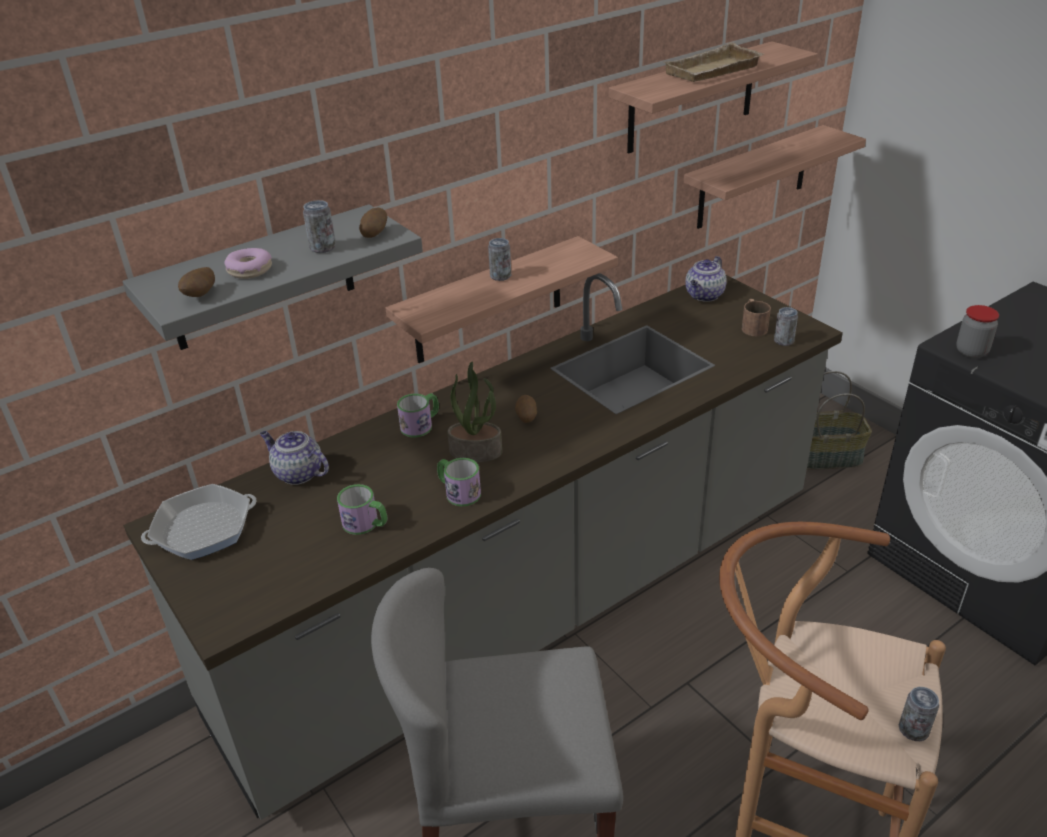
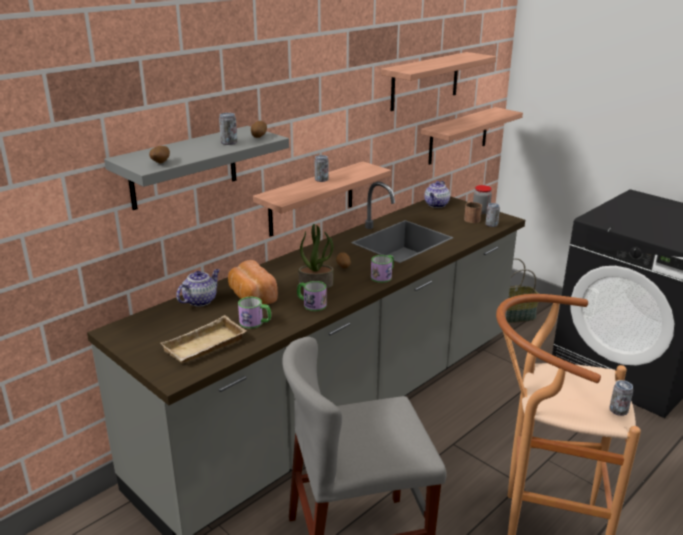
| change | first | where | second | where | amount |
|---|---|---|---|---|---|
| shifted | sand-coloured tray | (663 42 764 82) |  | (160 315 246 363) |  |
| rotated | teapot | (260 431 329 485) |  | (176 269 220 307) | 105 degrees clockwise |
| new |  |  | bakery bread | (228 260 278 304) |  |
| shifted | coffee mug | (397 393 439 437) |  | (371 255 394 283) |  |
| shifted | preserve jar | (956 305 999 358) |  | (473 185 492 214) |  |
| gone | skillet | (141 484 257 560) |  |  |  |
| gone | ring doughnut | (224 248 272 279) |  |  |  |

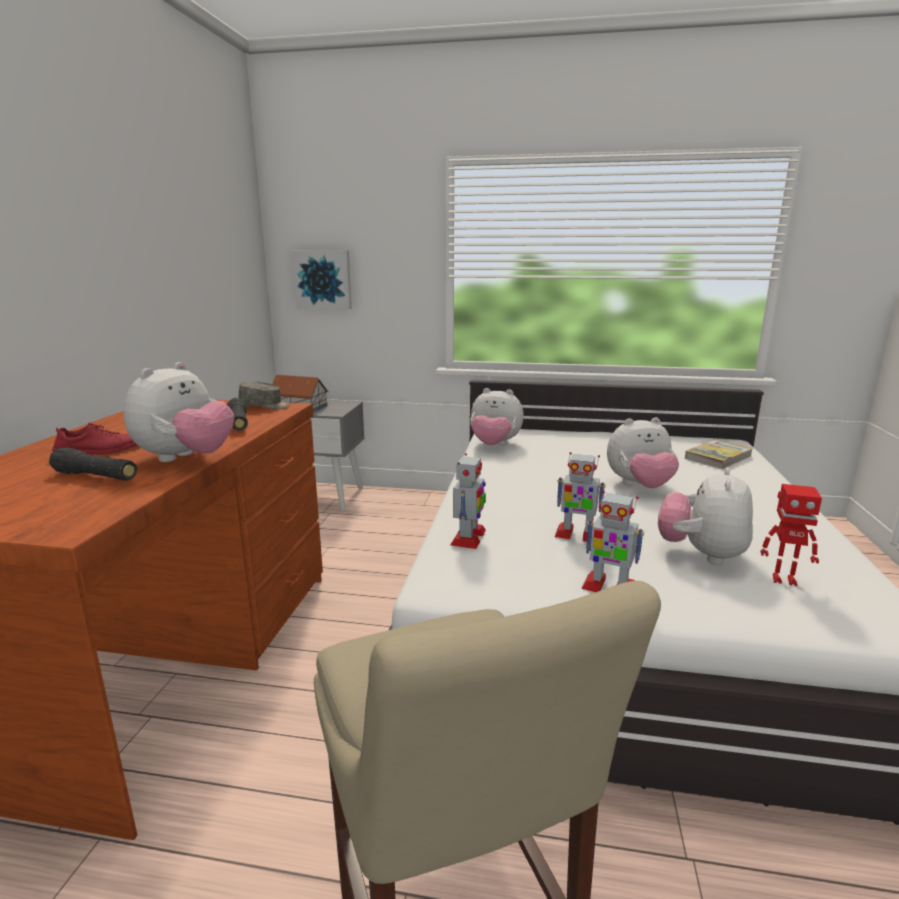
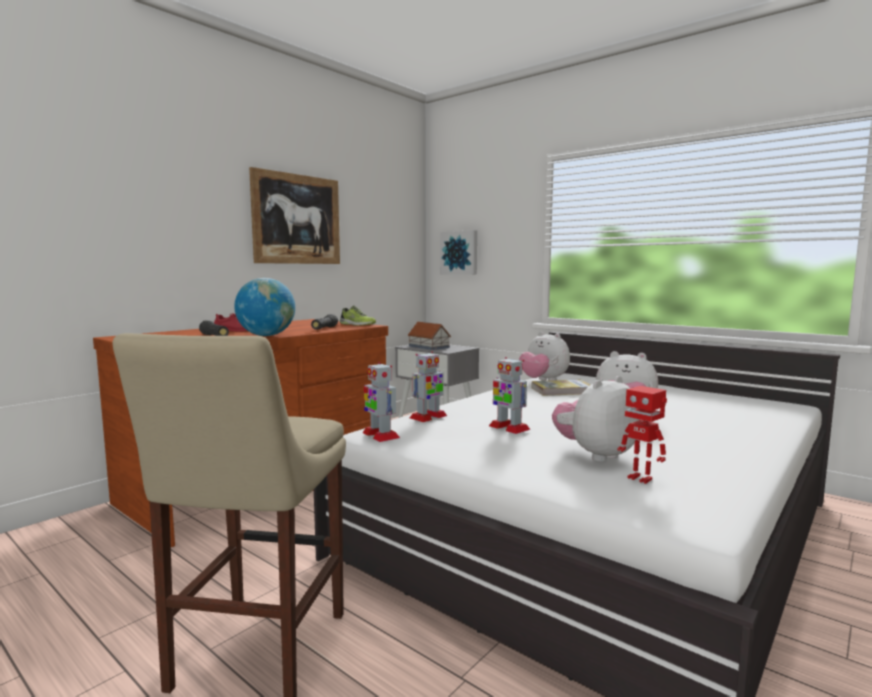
| change | first | where | second | where | amount |
|---|---|---|---|---|---|
| swapped | soft toy | (123 362 234 462) | desk globe | (234 278 295 336) |  |
| new |  |  | picture | (249 167 340 264) |  |
| swapped | grey baseball cap | (238 381 291 410) | shoe | (340 305 376 326) |  |
| shifted | robot figure | (581 491 644 592) |  | (362 362 400 442) |  |
| shifted | volume | (685 440 753 469) |  | (532 380 591 396) |  |

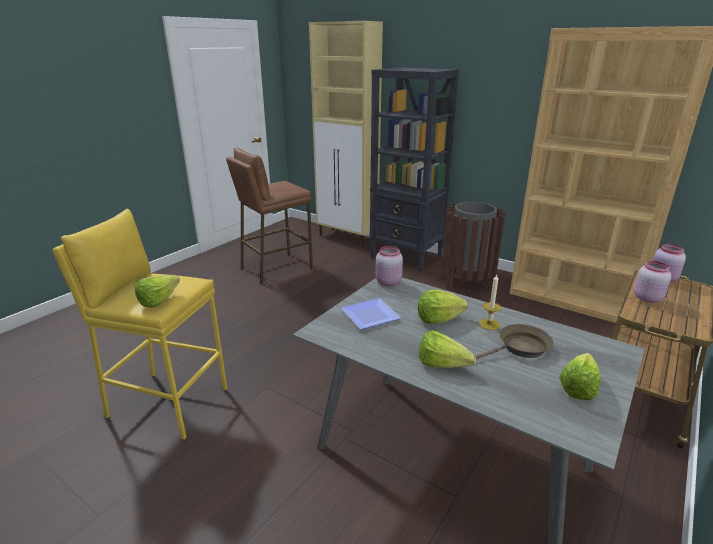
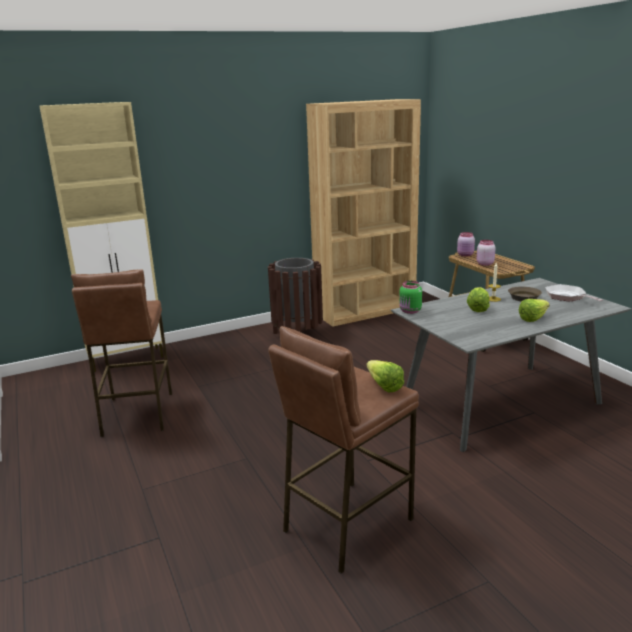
| change | first | where | second | where | amount |
|---|---|---|---|---|---|
| repainted | yellow sitting stool | (52 209 228 440) | brownish sitting stool | (268 326 419 574) |  |
| repainted | pinkish preserve jar | (375 246 403 286) | greenish preserve jar | (399 281 422 314) |  |
| swapped | lettuce | (559 353 600 400) | skillet | (545 284 603 302) |  |
| gone | plate | (341 298 401 330) |  |  |  |
| gone | black-coloured bookcase | (369 68 459 272) |  |  |  |

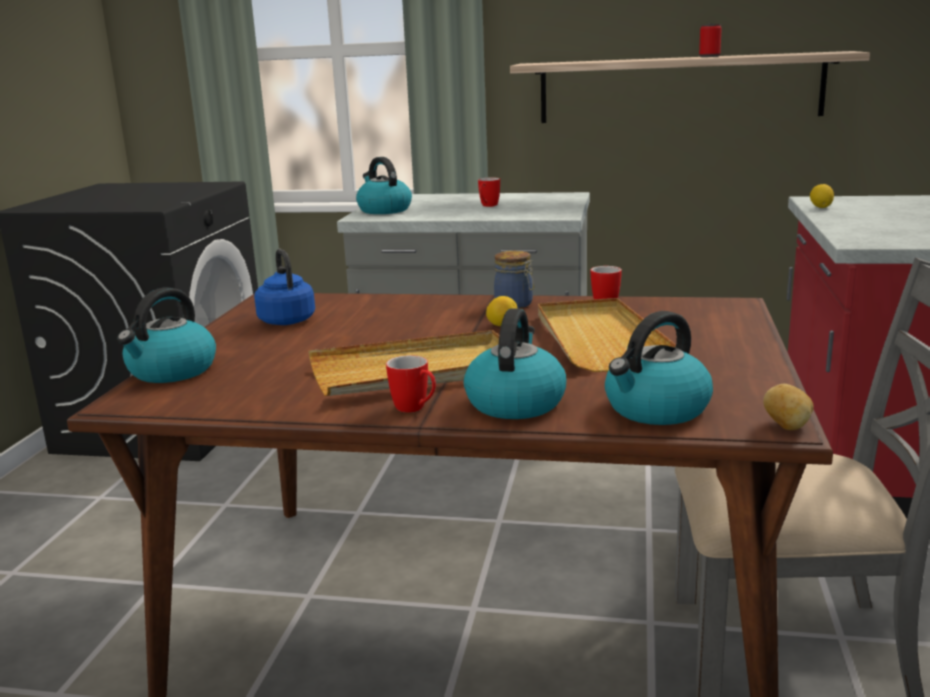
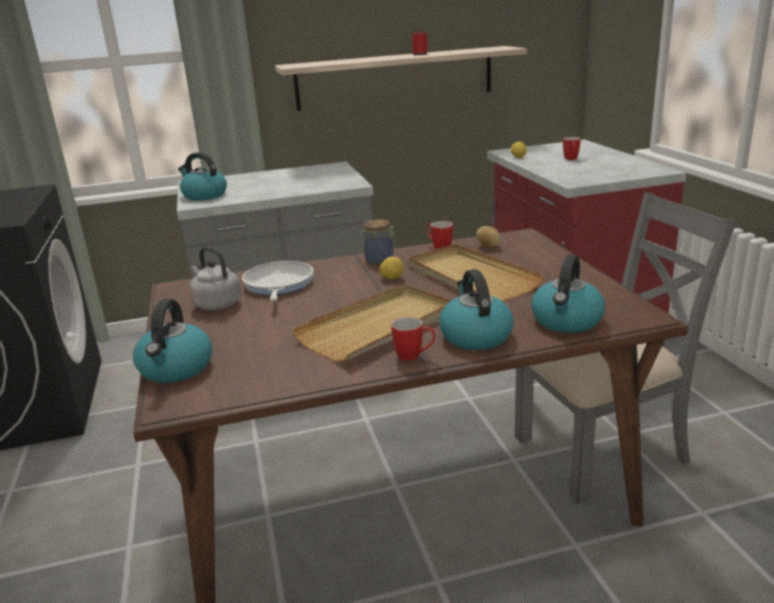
| change | first | where | second | where | amount |
|---|---|---|---|---|---|
| repainted | bluish kettle | (254 249 315 325) | grey kettle | (190 247 241 310) |  |
| new |  |  | skillet | (242 261 314 301) |  |
| shifted | whole potato | (763 384 814 430) |  | (476 226 500 248) |  |
| shifted | coffee mug | (478 177 500 207) |  | (563 137 581 160) |  |

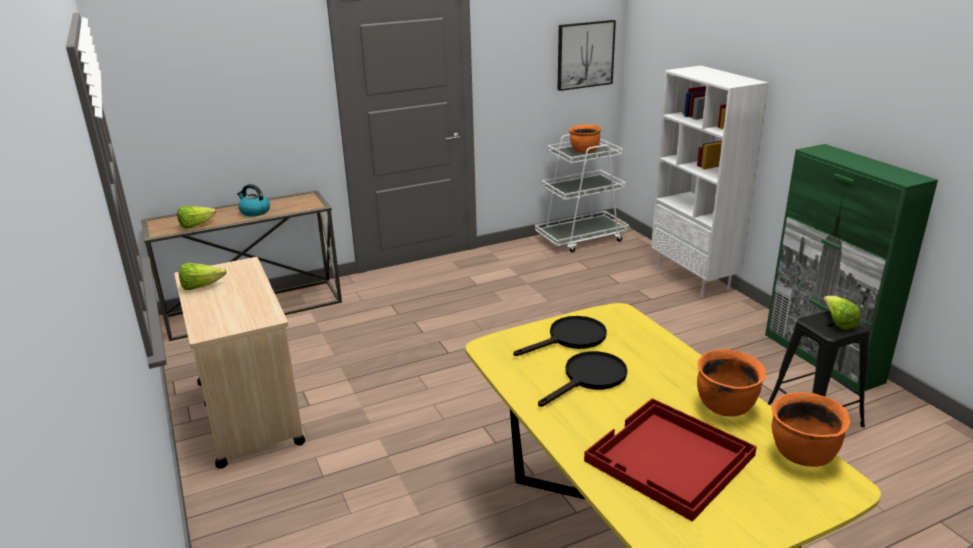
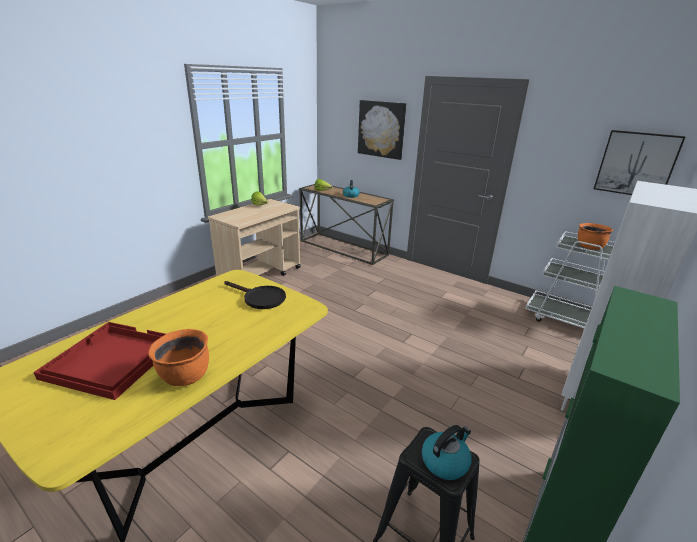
| change | first | where | second | where | amount |
|---|---|---|---|---|---|
| new |  |  | picture | (358 100 406 160) |  |
| swapped | lettuce | (823 296 861 330) | kettle | (422 425 471 480) |  |
| gone | black-coloured skillet | (538 351 627 407) |  |  |  |
| gone | orange stockpot | (772 392 850 467) |  |  |  |

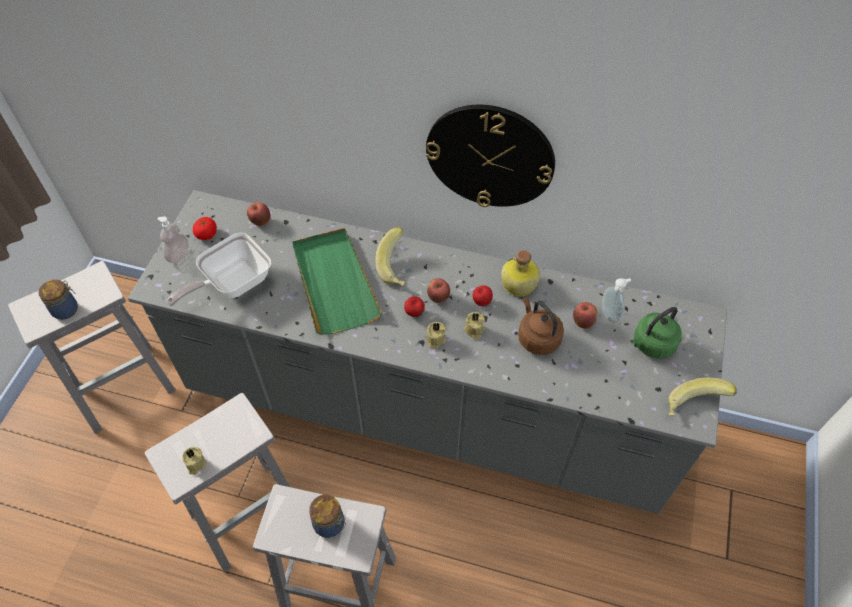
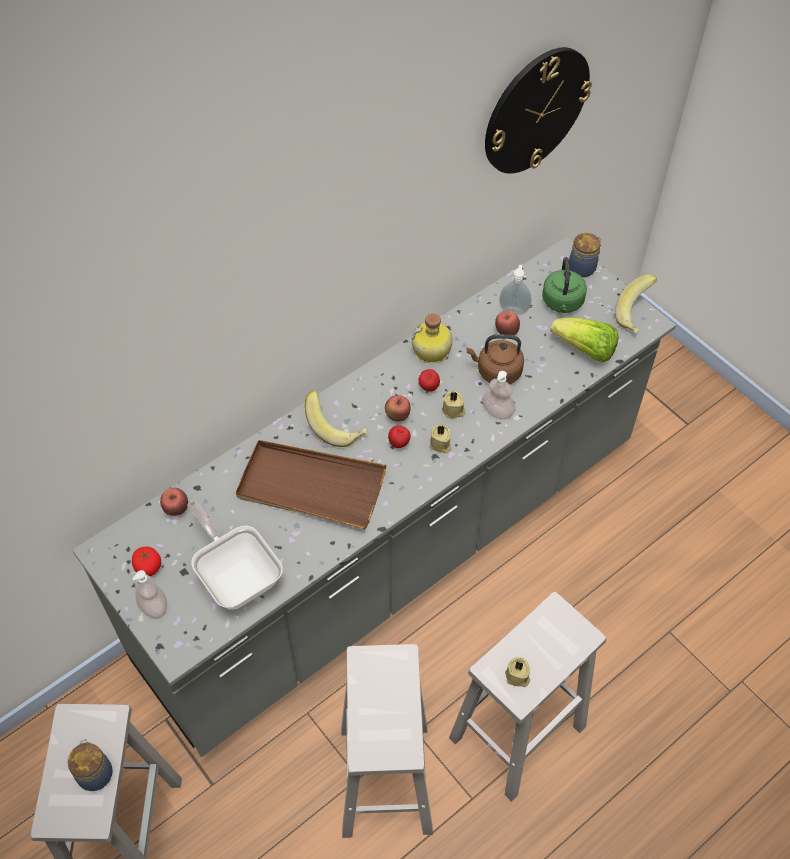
| change | first | where | second | where | amount |
|---|---|---|---|---|---|
| rotated | skillet | (166 233 271 306) |  | (187 500 283 610) | 150 degrees clockwise |
| repainted | greenish tray | (292 228 382 335) | brownish tray | (236 440 386 529) |  |
| new |  |  | soap dispenser | (482 371 515 420) |  |
| shifted | wall clock | (426 105 555 207) |  | (485 47 592 174) |  |
| shifted | sand-coloured wax light | (182 447 206 475) |  | (505 657 530 687) |  |
| new |  |  | lettuce | (550 318 618 362) |  |
| shifted | preserve jar | (309 495 346 538) |  | (569 233 602 277) |  |

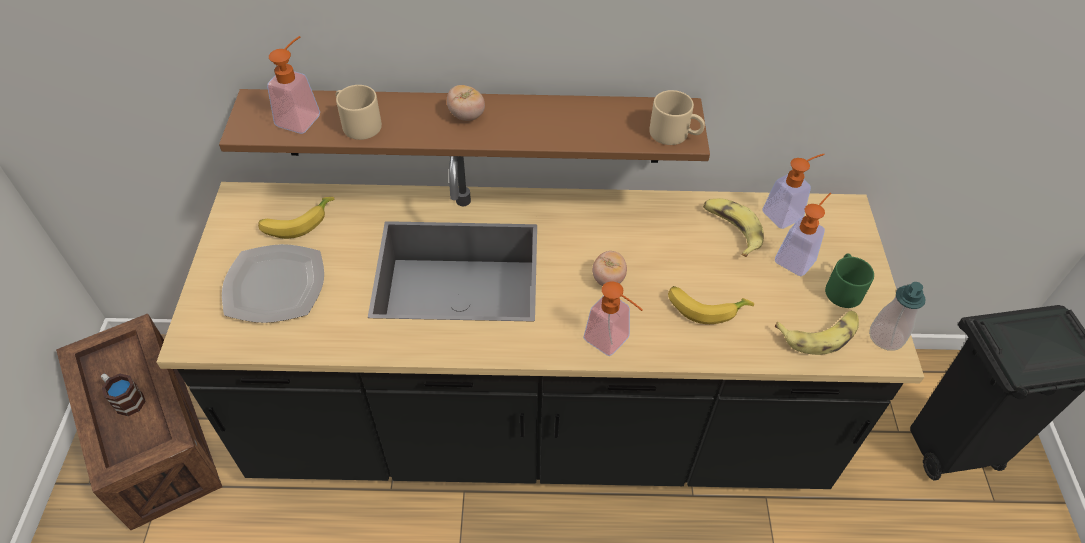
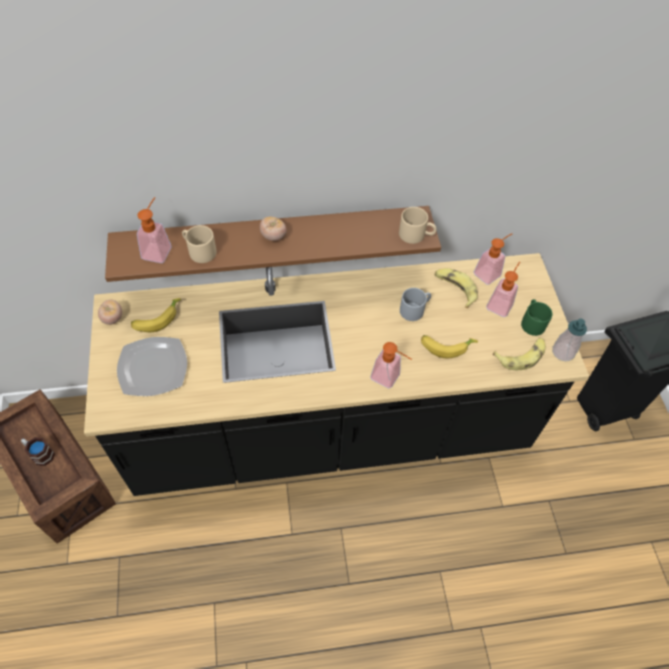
| change | first | where | second | where | amount |
|---|---|---|---|---|---|
| shifted | fresh tomato | (592 251 627 286) |  | (98 300 122 325) |  |
| new |  |  | grey coffee mug | (400 288 431 321) |  |

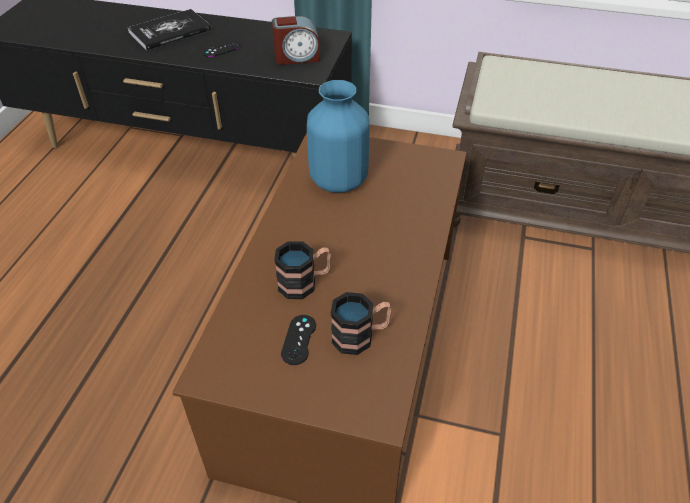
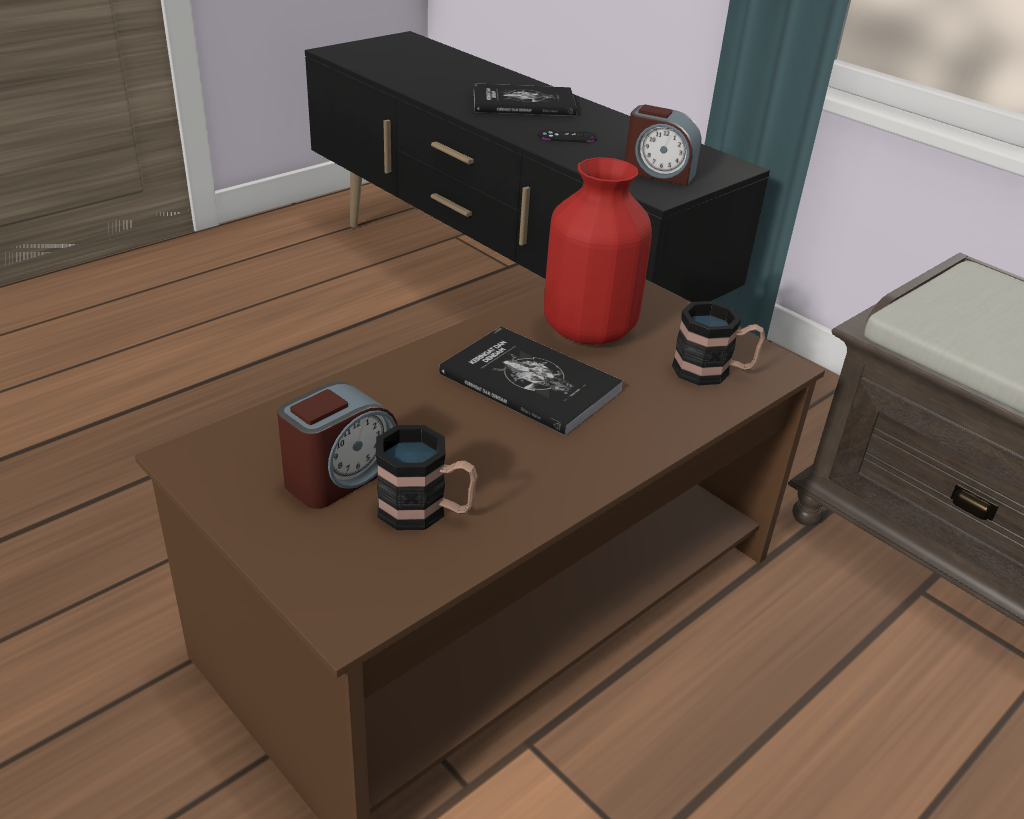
| change | first | where | second | where | amount |
|---|---|---|---|---|---|
| swapped | black-coloured game controller | (281 315 316 365) | table clock | (277 382 397 509) |  |
| new |  |  | volume | (439 326 623 436) |  |
| repainted | bluish decorative vase | (307 80 369 193) | reddish decorative vase | (544 157 652 345) |  |
| shifted | coffee mug | (274 241 331 299) |  | (672 301 765 386) |  |

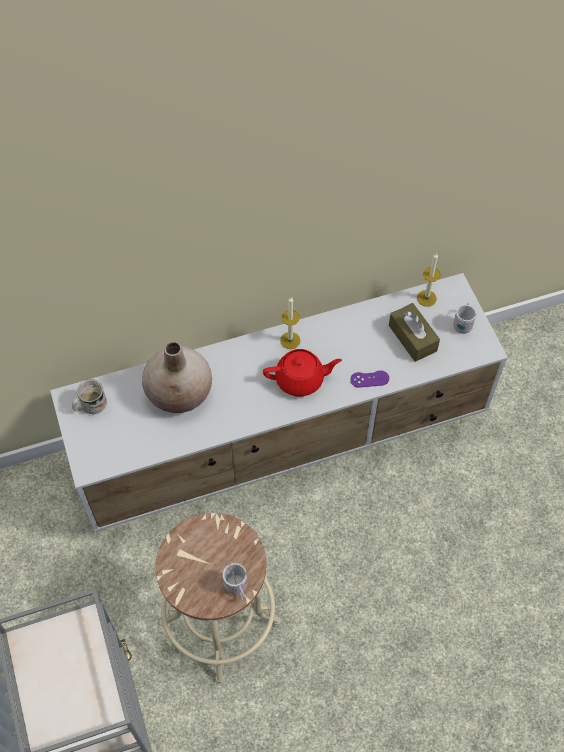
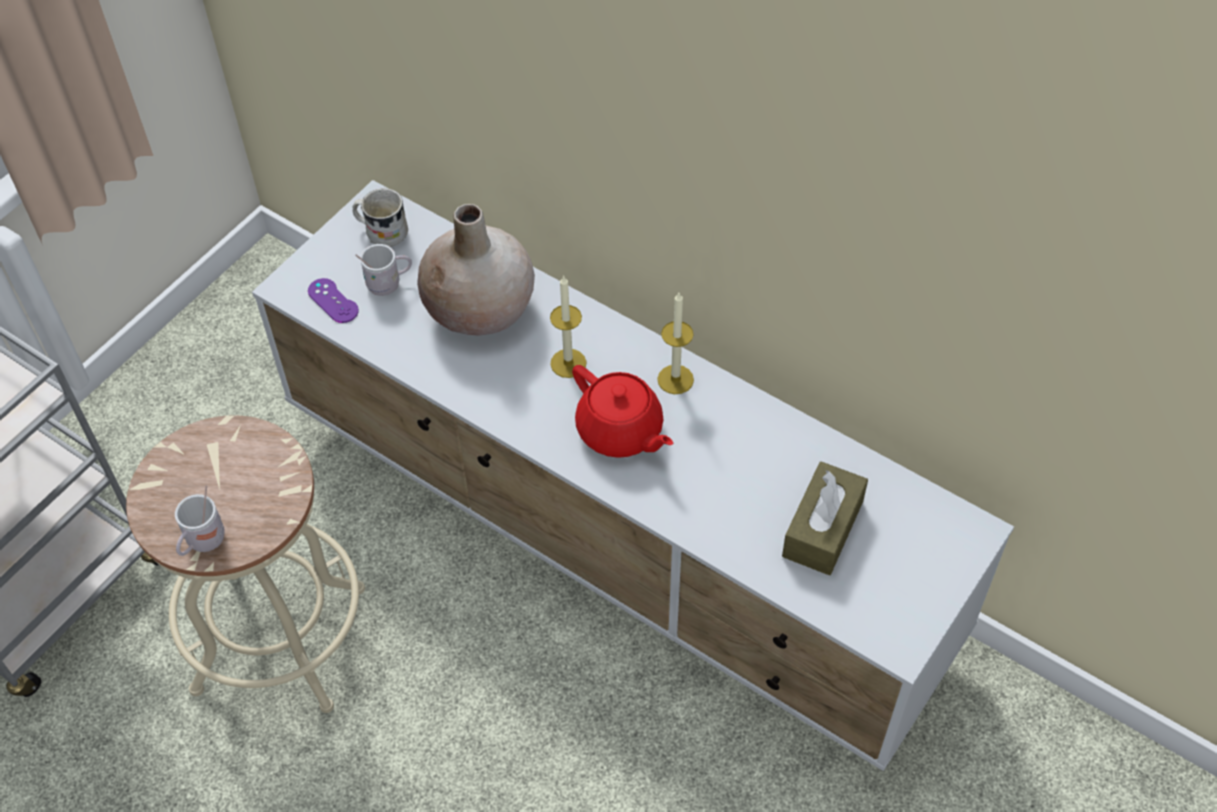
| change | first | where | second | where | amount |
|---|---|---|---|---|---|
| shifted | purple game controller | (350 370 389 388) |  | (308 278 359 323) |  |
| shifted | white-coloured coffee mug | (453 303 477 334) |  | (355 244 412 296) |  |
| shifted | wax light | (417 253 441 307) |  | (550 275 587 378) |  |

